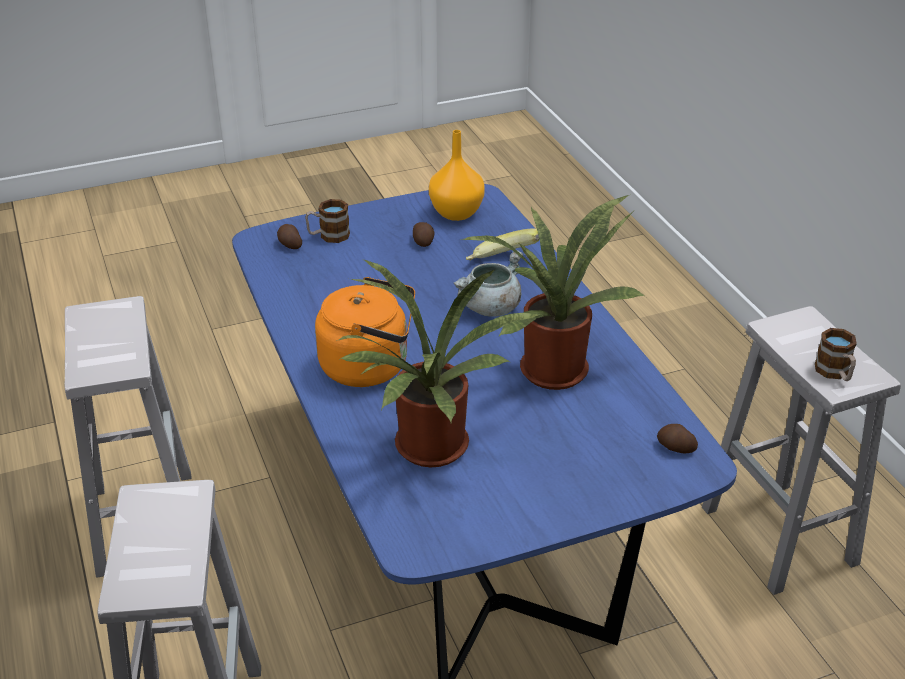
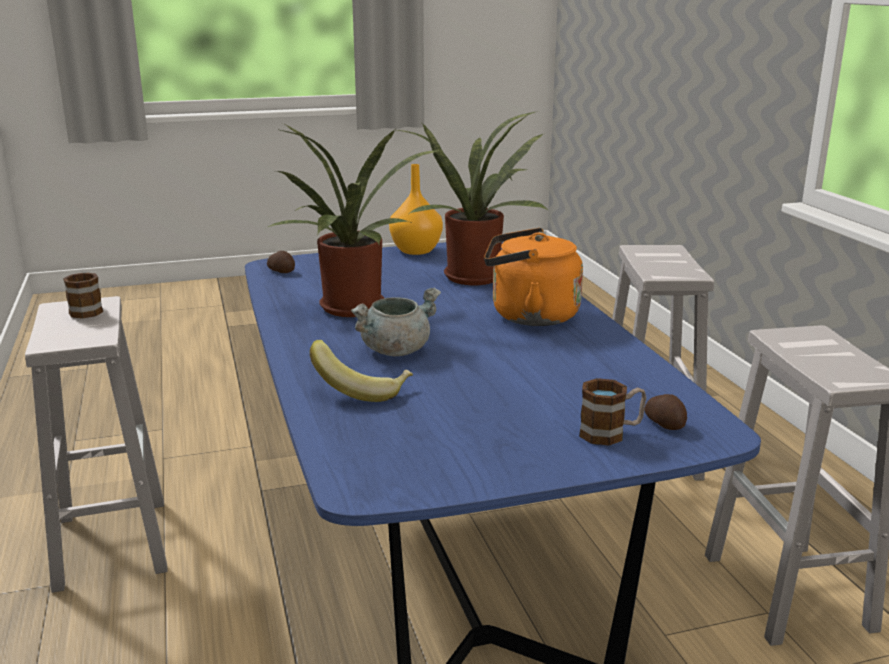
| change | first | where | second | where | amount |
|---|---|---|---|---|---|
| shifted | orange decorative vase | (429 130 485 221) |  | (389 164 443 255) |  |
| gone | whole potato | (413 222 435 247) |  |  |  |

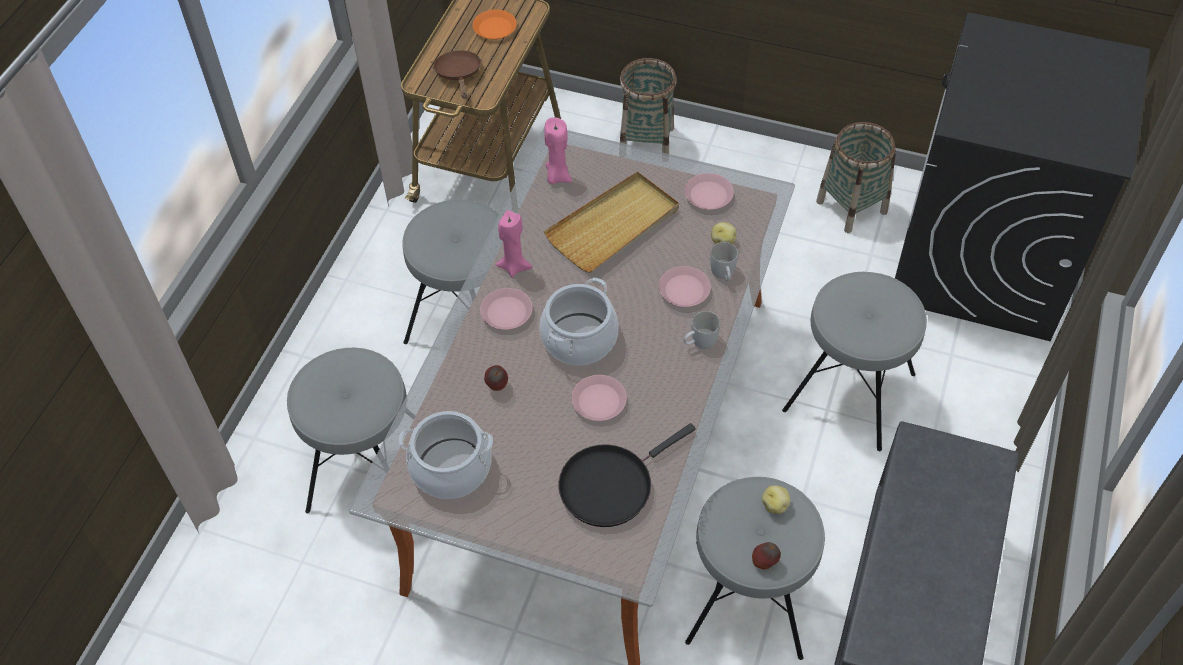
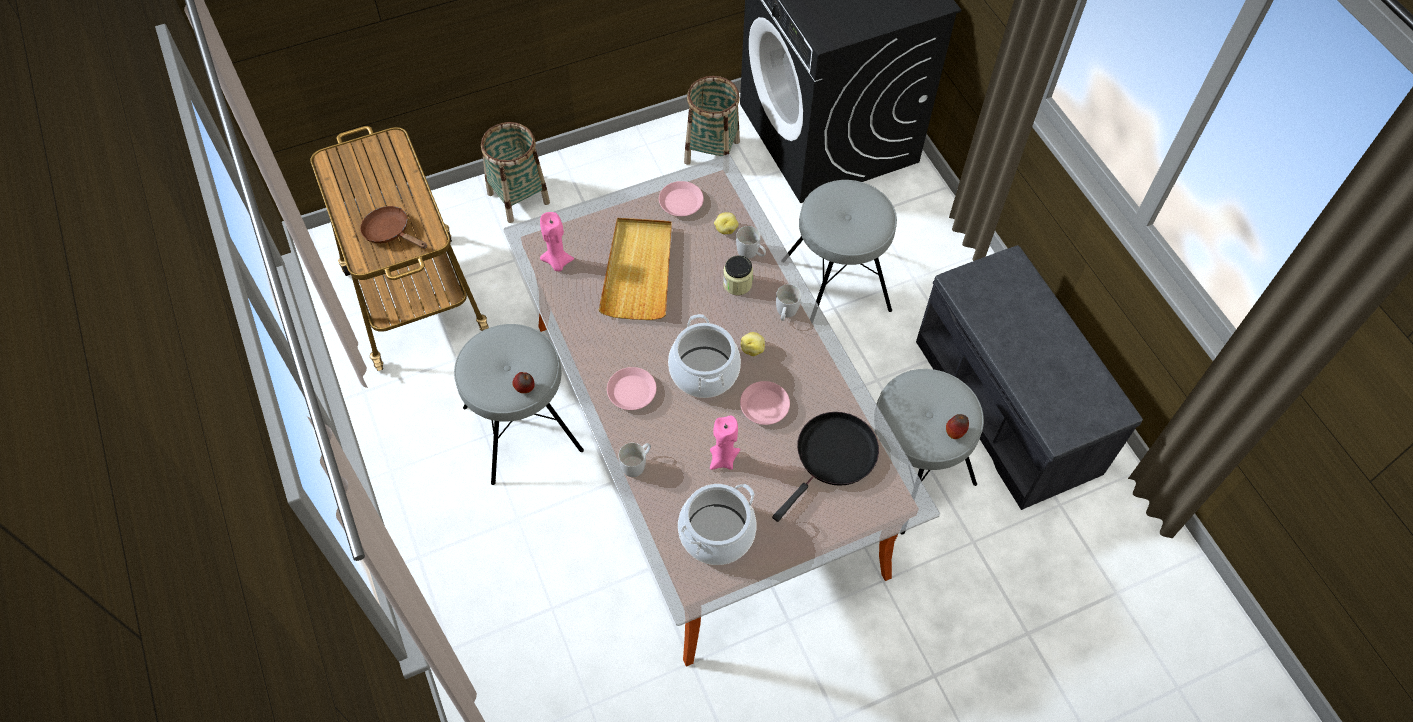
| change | first | where | second | where | amount |
|---|---|---|---|---|---|
| shifted | whole apple | (484 365 508 391) |  | (512 372 535 393) |  |
| new |  |  | white-coloured coffee mug | (619 443 651 477) |  |
| shifted | pinkish wax light | (495 210 533 277) |  | (710 415 740 470) |  |
| swapped | pinkish plate | (659 266 711 307) | preserve jar | (723 255 753 295) |  |
| shifted | whole potato | (762 485 790 514) |  | (741 332 765 356) |  |
| rotated | black-coloured skillet | (558 423 696 527) |  | (772 412 879 522) | 150 degrees counterclockwise |
| gone | grey sitting stool | (287 348 407 513) |  |  |  |
| gone | orange plate | (473 10 517 40) |  |  |  |

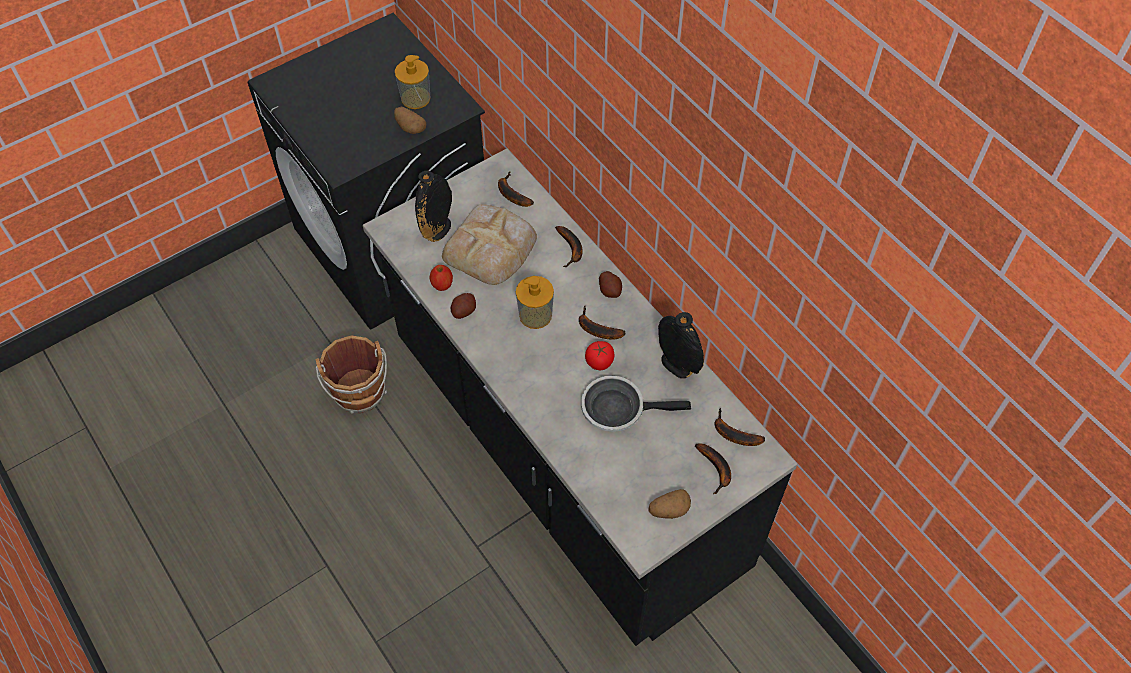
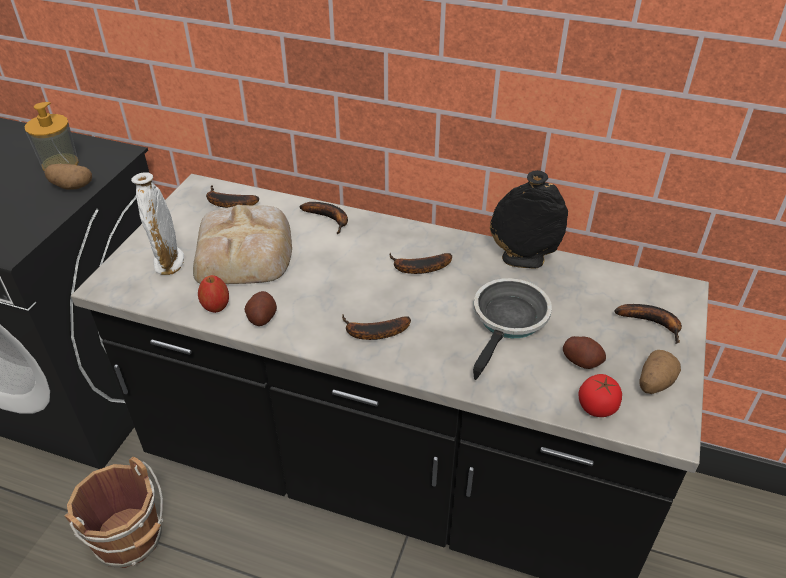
| change | first | where | second | where | amount |
|---|---|---|---|---|---|
| repainted | black-coloured decorative vase | (415 171 452 242) | white-coloured decorative vase | (131 172 184 275) |  |
| shifted | banana | (714 408 765 446) |  | (342 314 411 340) |  |
| rotated | skillet | (581 376 691 432) |  | (473 278 552 380) | 150 degrees clockwise |
| shifted | whole potato | (599 271 622 298) |  | (563 336 606 369) |  |
| shifted | fresh tomato | (585 341 614 370) |  | (578 374 622 417) |  |
| gone | soap dispenser | (516 276 554 329) |  |  |  |

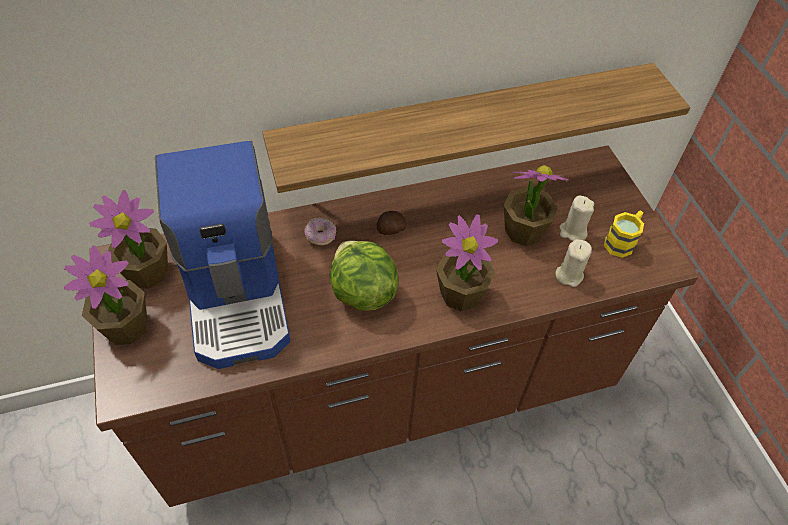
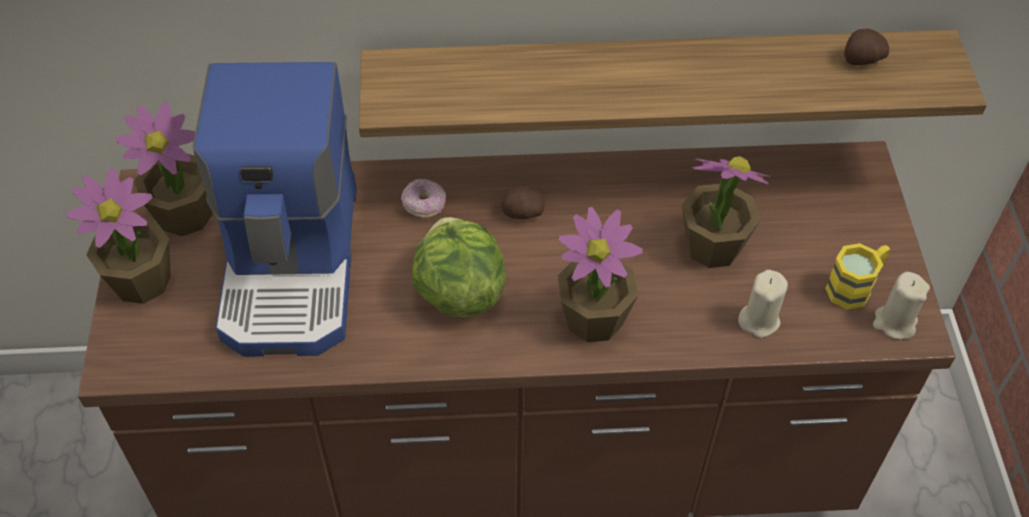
| change | first | where | second | where | amount |
|---|---|---|---|---|---|
| new |  |  | whole potato | (844 29 889 65) |  |
| shifted | sand-coloured wax light | (560 196 594 241) |  | (873 272 930 340) |  |

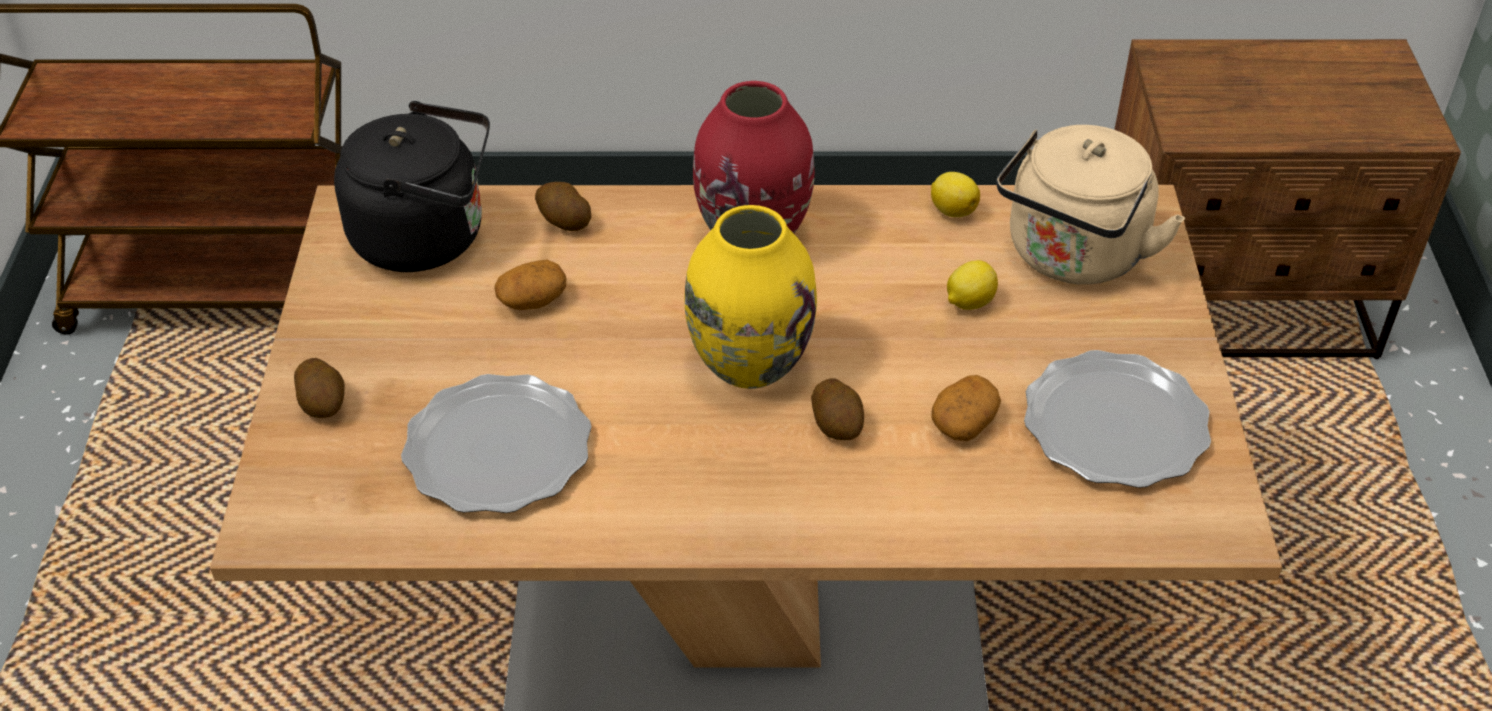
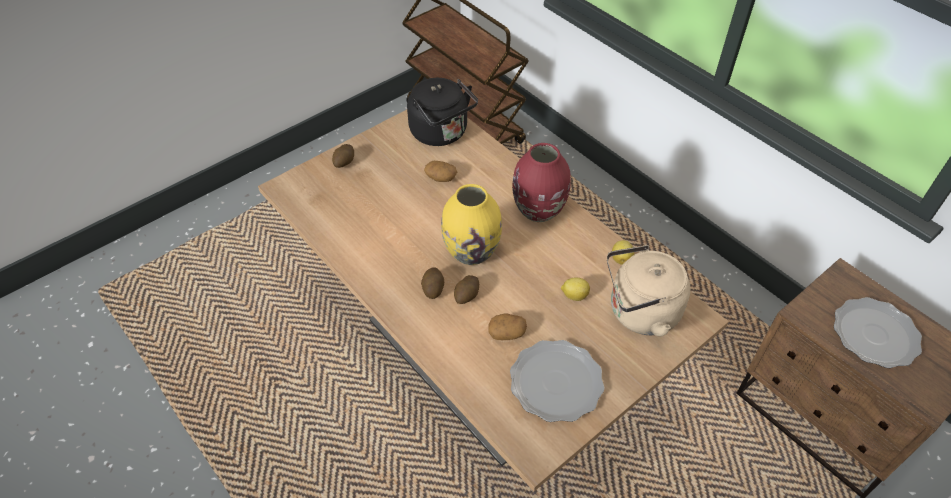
| change | first | where | second | where | amount |
|---|---|---|---|---|---|
| shifted | whole potato | (535 182 591 231) |  | (421 267 444 299) |  |
| shifted | plate | (401 374 592 513) |  | (833 297 922 368) |  |

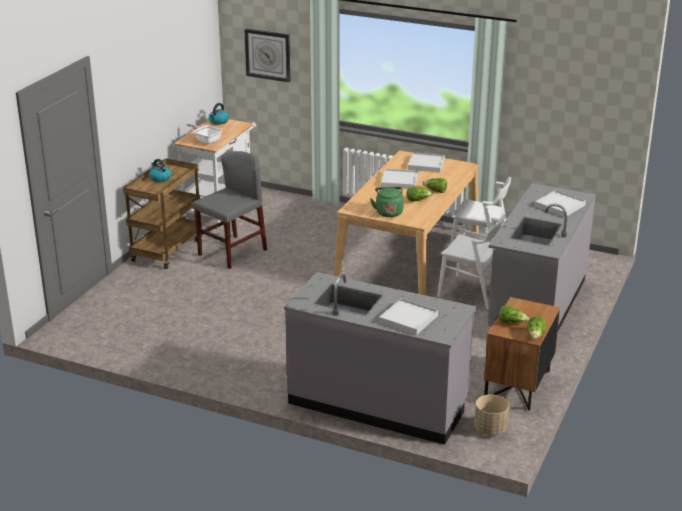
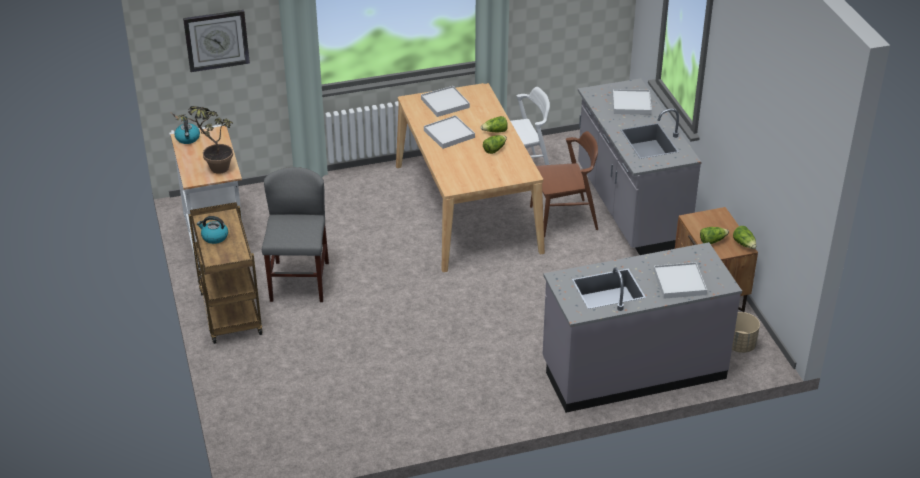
| change | first | where | second | where | amount |
|---|---|---|---|---|---|
| swapped | skillet | (187 124 222 144) | potted plant | (172 106 233 174) |  |
| repainted | white-coloured chair | (437 214 506 310) | brownish chair | (530 131 598 238) |  |
| gone | greenish kettle | (370 187 404 217) |  |  |  |

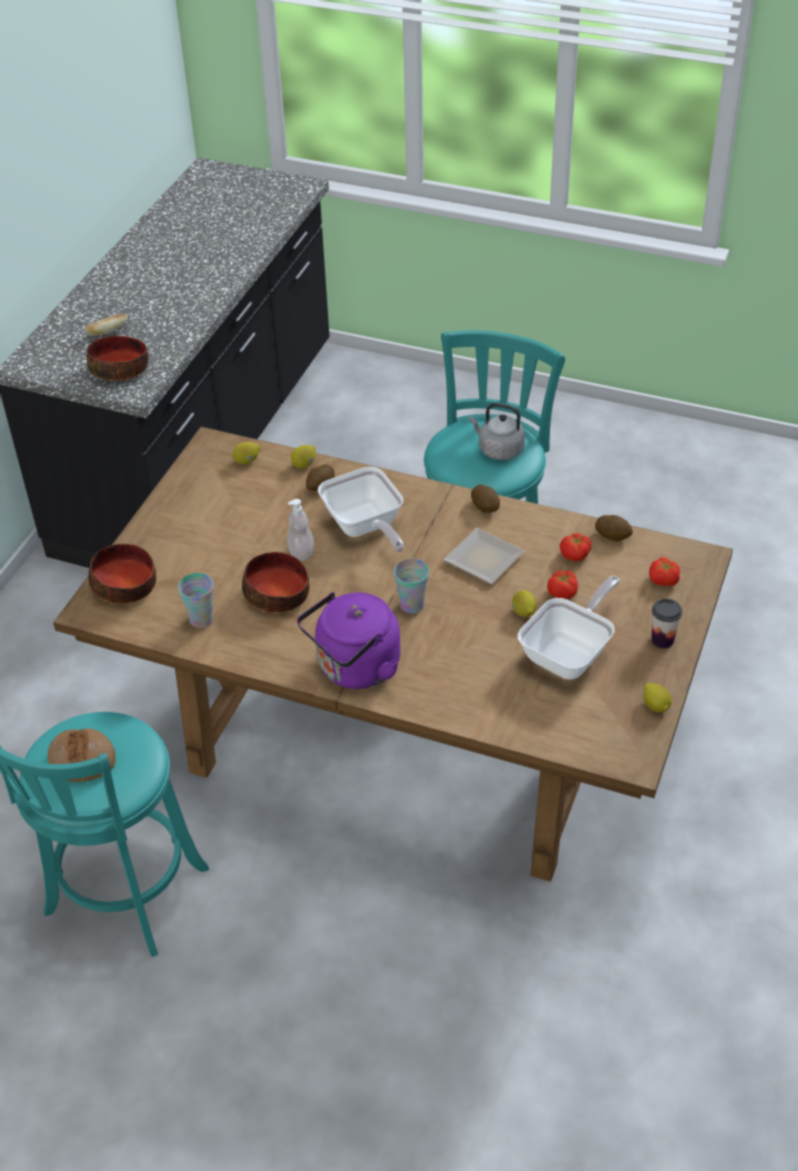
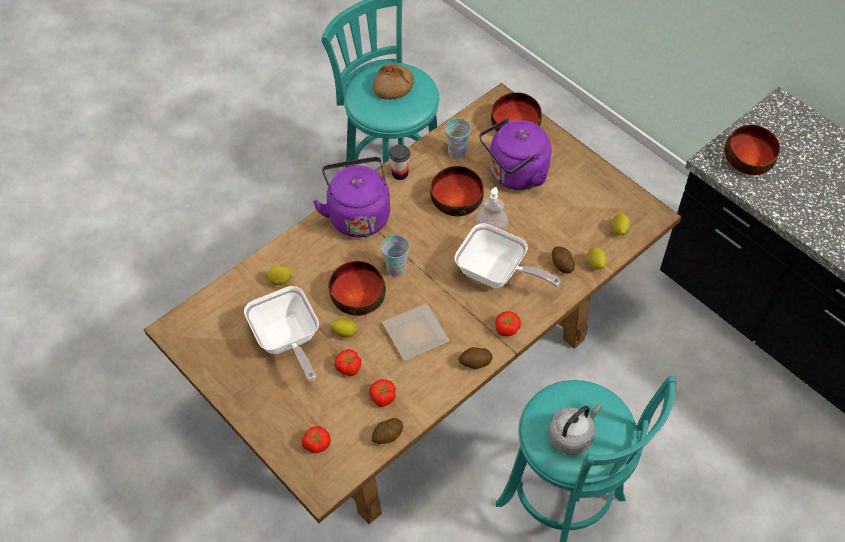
| change | first | where | second | where | amount |
|---|---|---|---|---|---|
| shifted | lemon | (644 683 672 712) |  | (266 266 292 285) |  |
| new |  |  | bowl | (328 261 386 316) |  |
| shifted | small cup | (652 599 682 648) |  | (389 144 411 180) |  |
| rotated | skillet | (318 467 404 552) |  | (454 223 561 288) | 150 degrees counterclockwise |
| new |  |  | purple kettle | (479 118 551 190) |  |
| new |  |  | fresh tomato | (495 311 521 336) |  |
| gone | bakery bread | (85 313 128 336) |  |  |  |

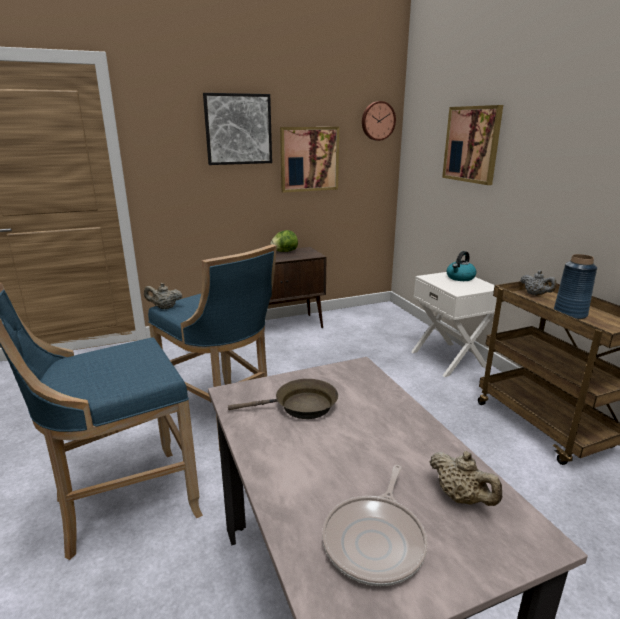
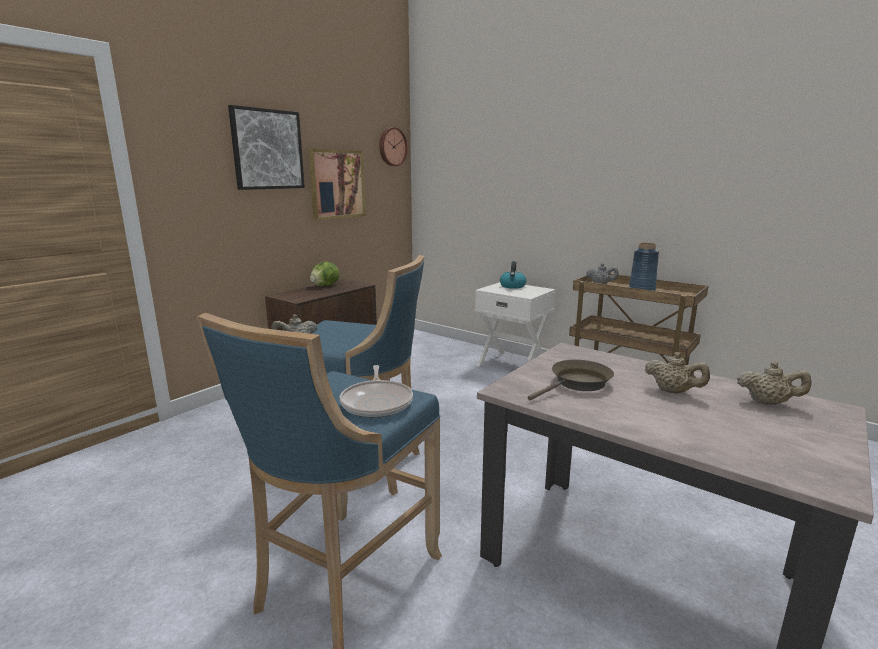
| change | first | where | second | where | amount |
|---|---|---|---|---|---|
| shifted | skillet | (322 465 428 586) |  | (340 365 413 418) |  |
| new |  |  | sand-coloured teapot | (645 352 710 394) |  |
| gone | picture | (442 105 503 185) |  |  |  |

